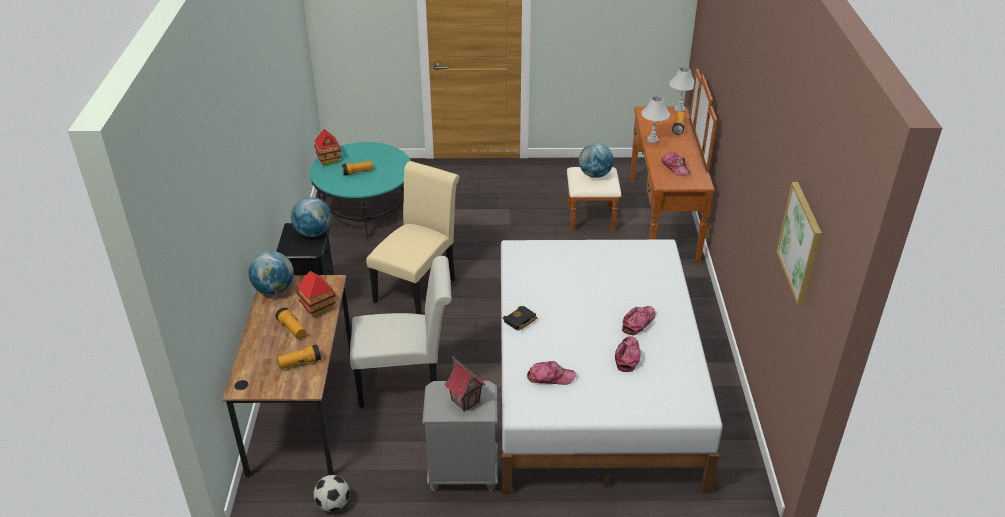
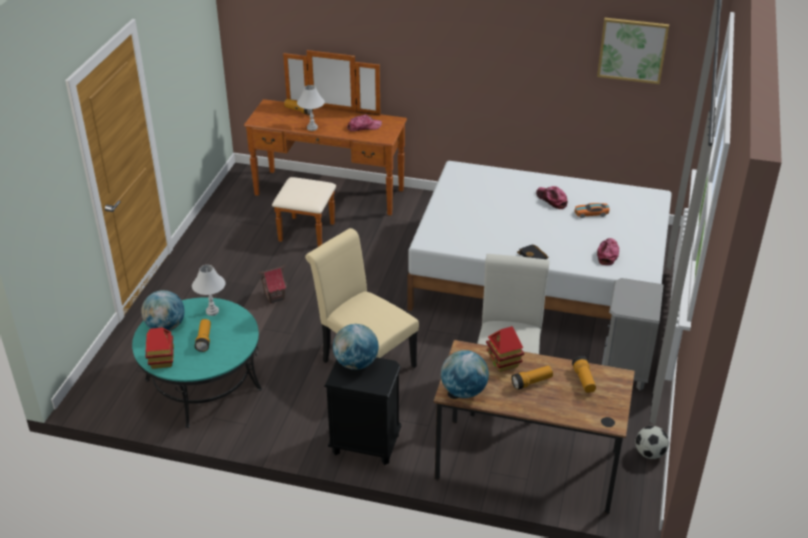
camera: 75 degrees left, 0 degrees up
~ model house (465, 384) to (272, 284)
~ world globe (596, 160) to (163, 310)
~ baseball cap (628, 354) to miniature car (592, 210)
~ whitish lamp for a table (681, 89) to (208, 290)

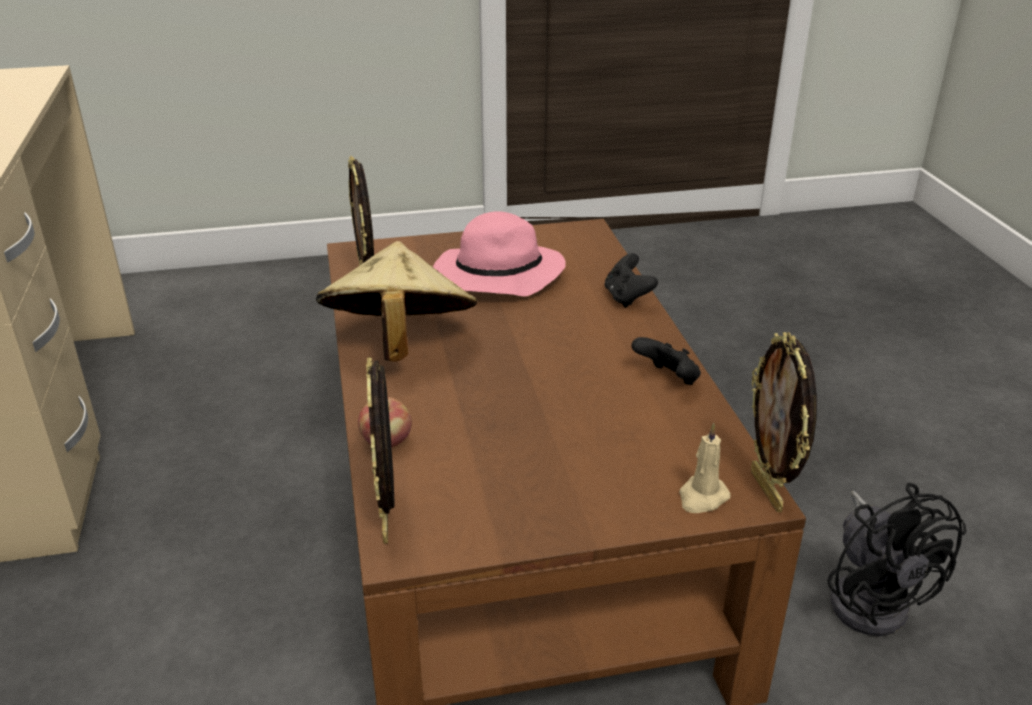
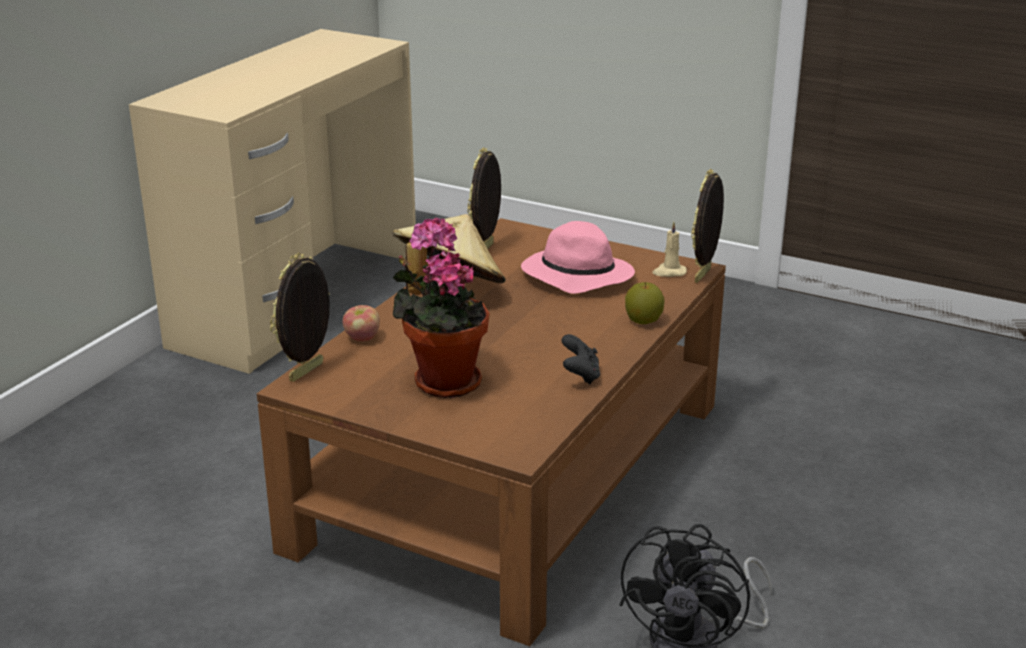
camera: 40 degrees right, 5 degrees down
~ blackish joypad (631, 280) to whole apple (645, 303)
~ beige-coloured candle (705, 468) to (669, 249)
~ standing frame (784, 422) to (707, 226)
+ houseplant (441, 308)

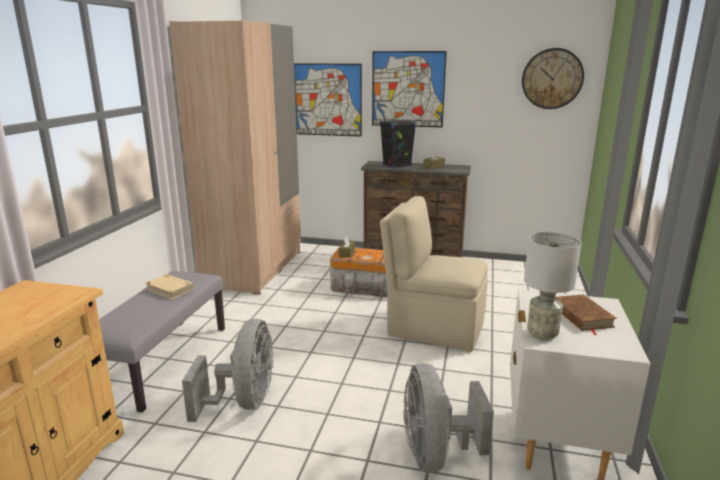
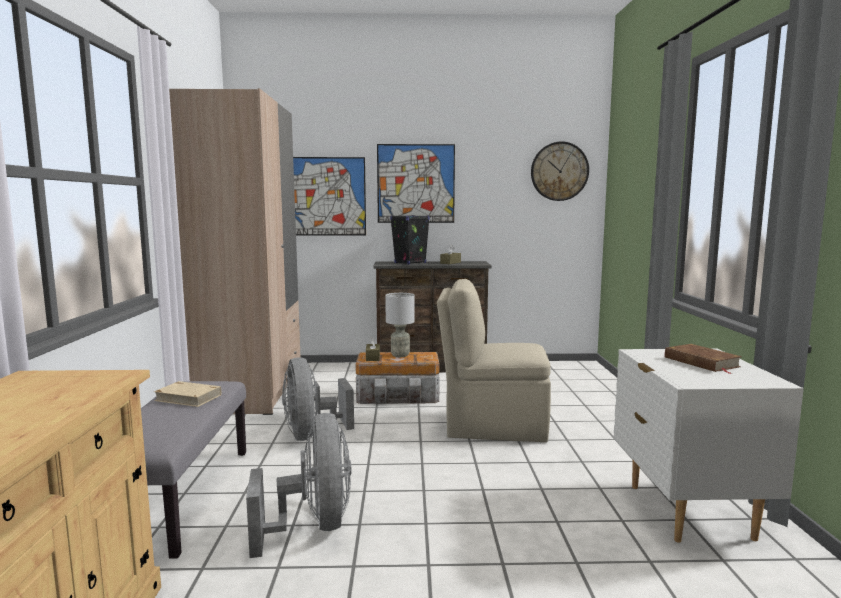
camera: 15 degrees left, 10 degrees down
~ grey electric fan (448, 418) to (318, 399)
~ grey lamp for a table (553, 286) to (400, 325)

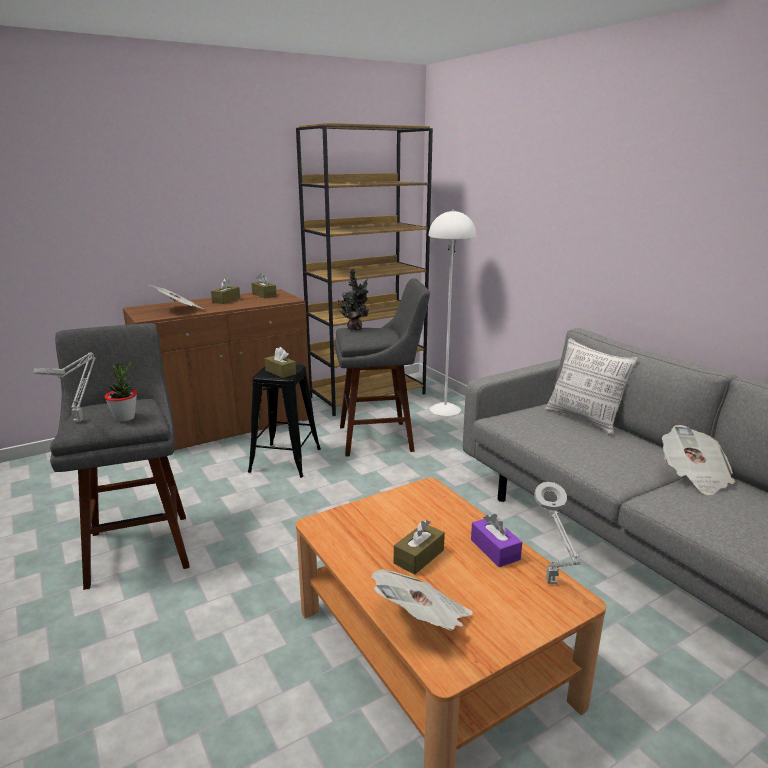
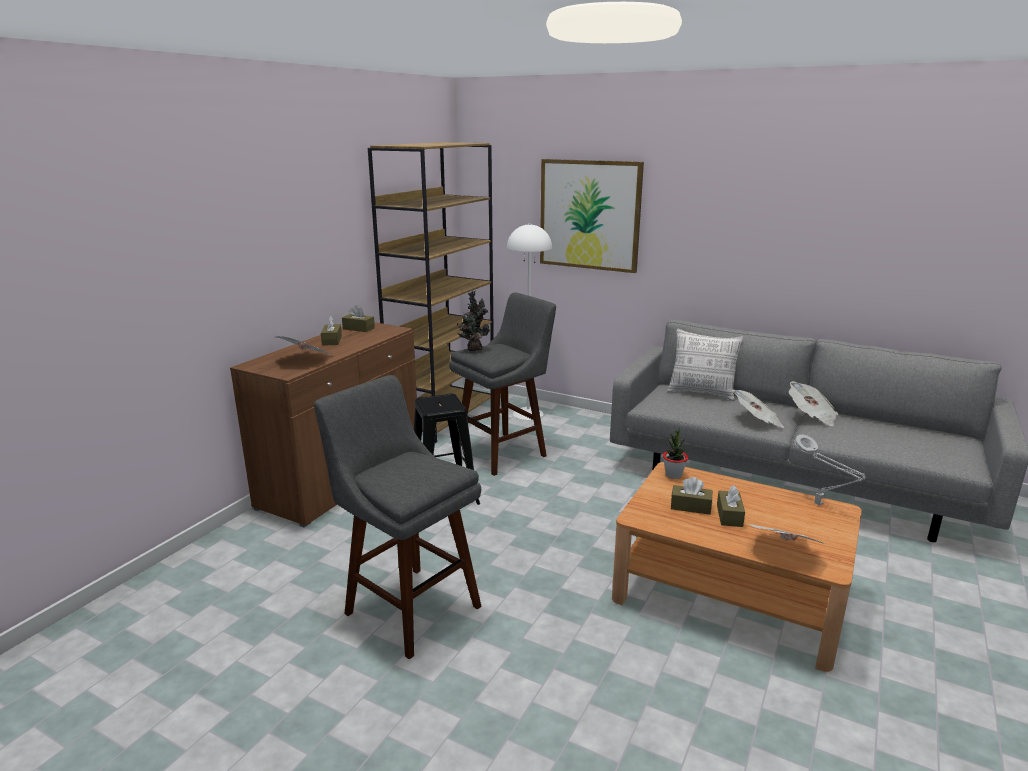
camera: 30 degrees left, 0 degrees up
- grey lamp for a table (65, 387)
~ houseplant (121, 391) to (675, 453)
~ brown-coloured box of tissues (280, 362) to (691, 496)
- purple-coloured box of tissues (496, 540)
+ wall art (592, 216)
+ printed paper (758, 408)

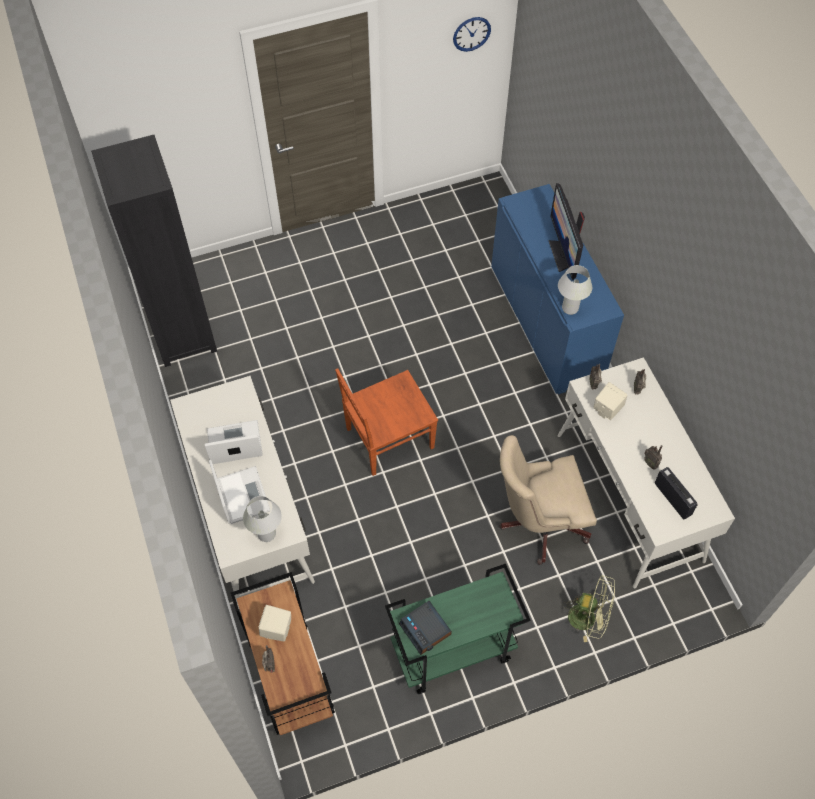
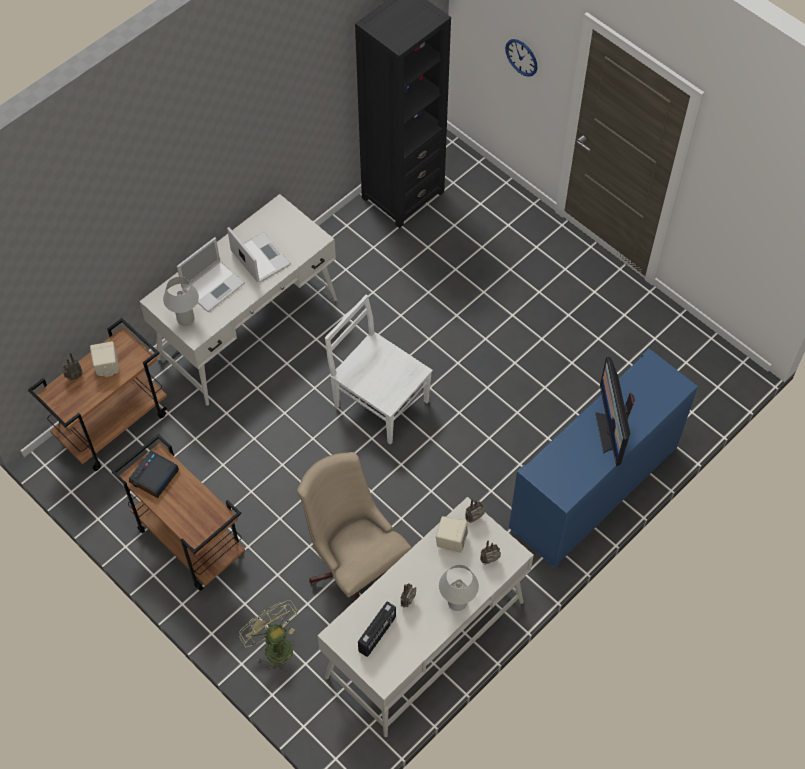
camera: 65 degrees right, 0 degrees up
~ brown-coloured plain chair (386, 422) to whitish plain chair (379, 370)
~ green cart (457, 629) to brown-coloured cart (178, 512)
~ hanging clock (472, 34) to (521, 58)
~ computer display (567, 231) = (615, 411) 60 degrees counterclockwise
~ whitish lamp for a table (575, 290) to (459, 588)
~ green electric fan (588, 608) = (268, 636) 150 degrees clockwise

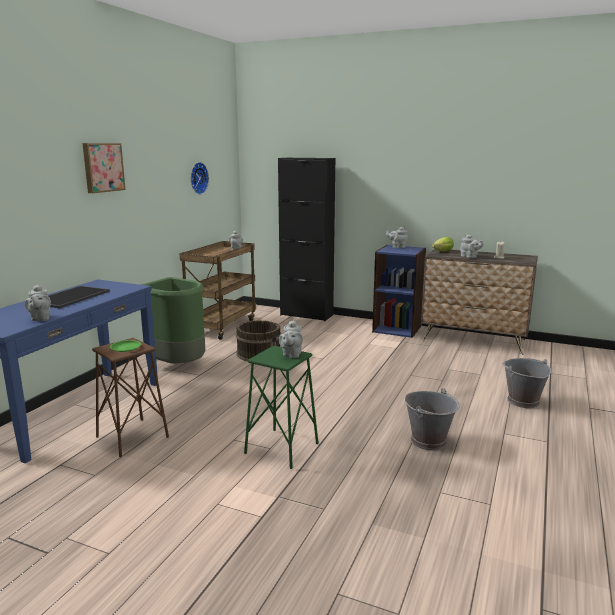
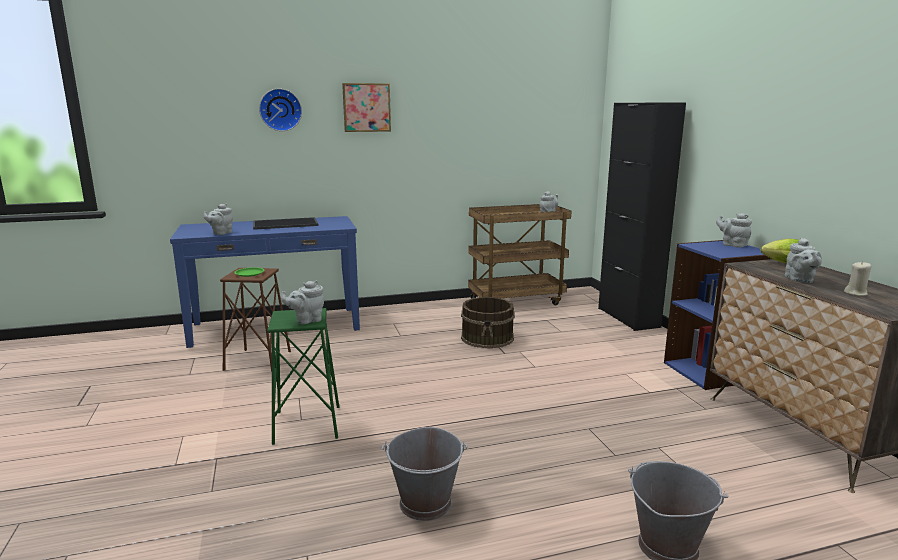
camera: 50 degrees right, 0 degrees up
- green waste bin (173, 320)
~ hanging clock (200, 178) to (280, 109)

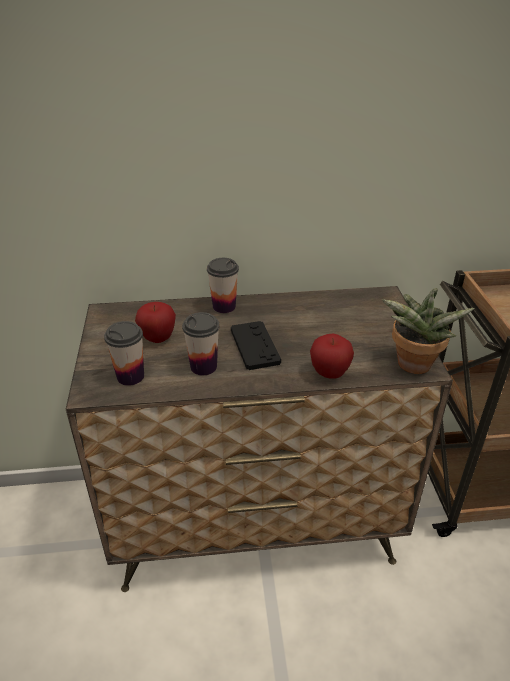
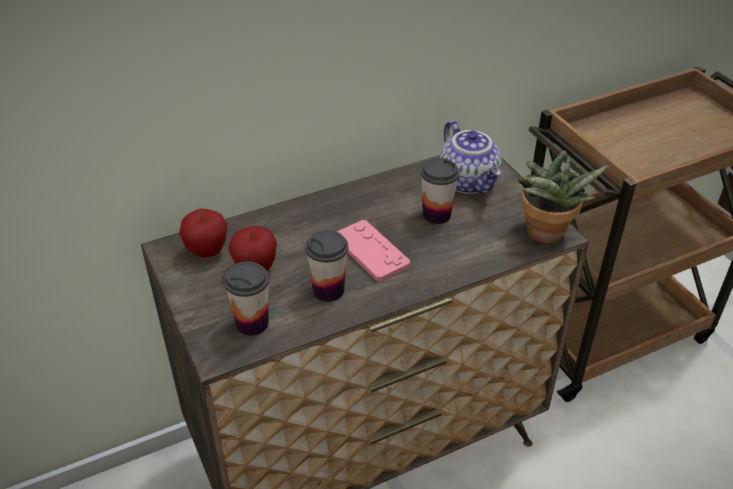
camera: 20 degrees left, 5 degrees up
~ cup (223, 285) to (439, 191)
~ blackish joypad (256, 345) to pink joypad (374, 251)
~ whole apple (332, 356) to (203, 233)
+ teapot (470, 157)

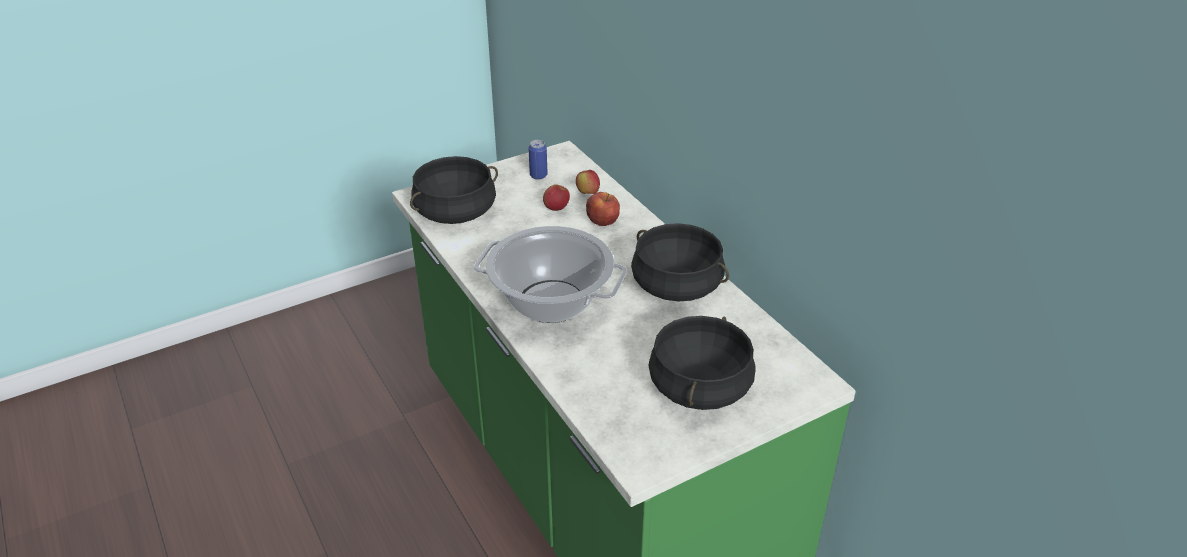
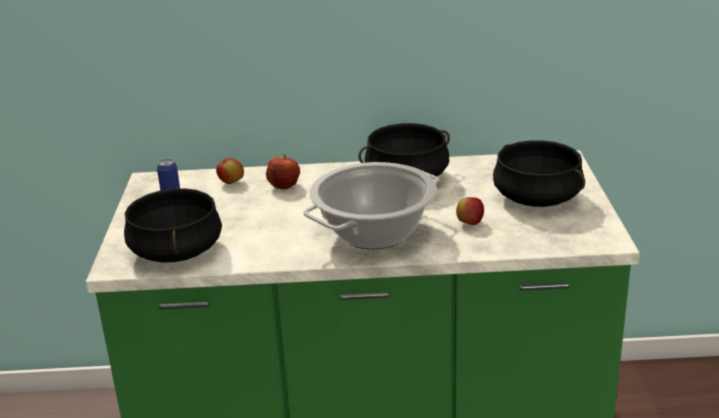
camera: 60 degrees left, 10 degrees down
~ whole apple (556, 197) to (470, 211)

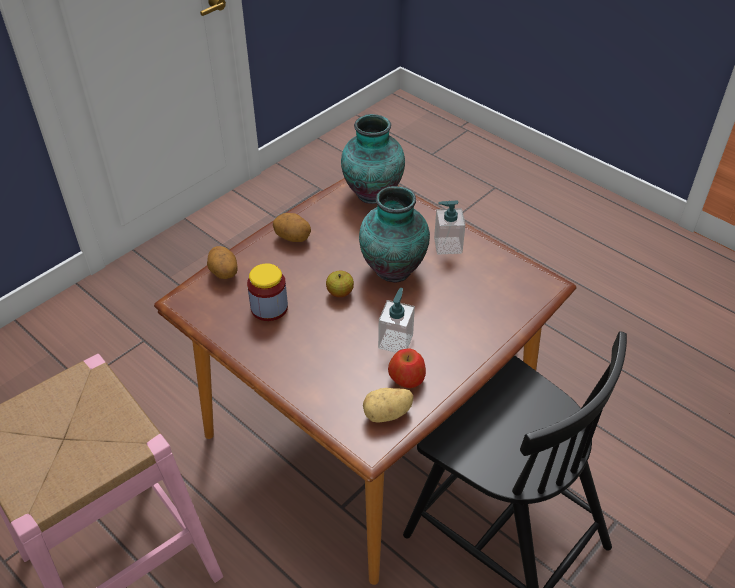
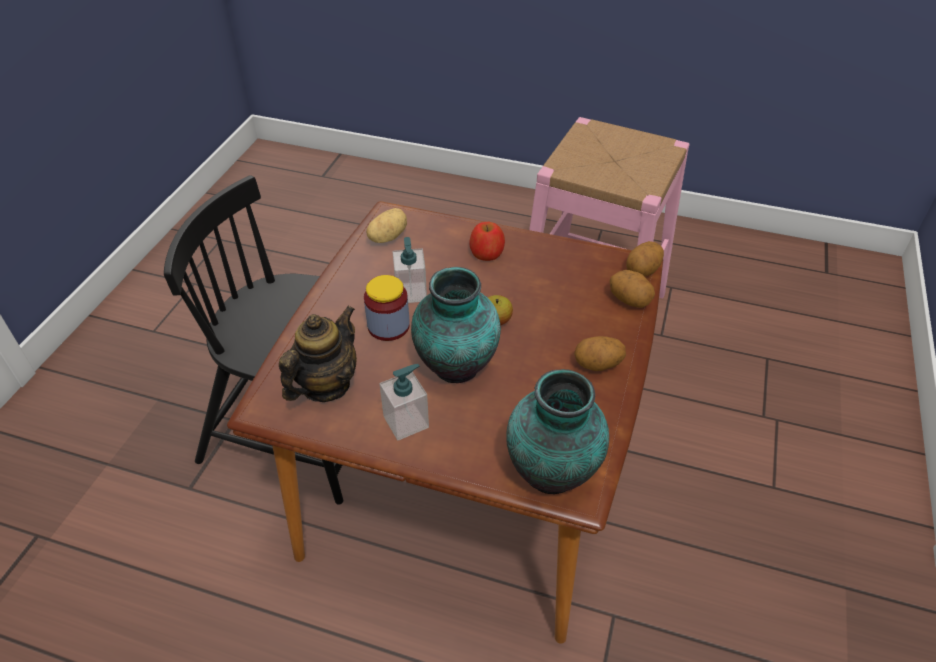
camera: 155 degrees right, 0 degrees up
~ storage jar (267, 292) to (387, 308)
~ whole apple (407, 368) to (487, 241)
+ teapot (318, 354)
+ potato (645, 259)

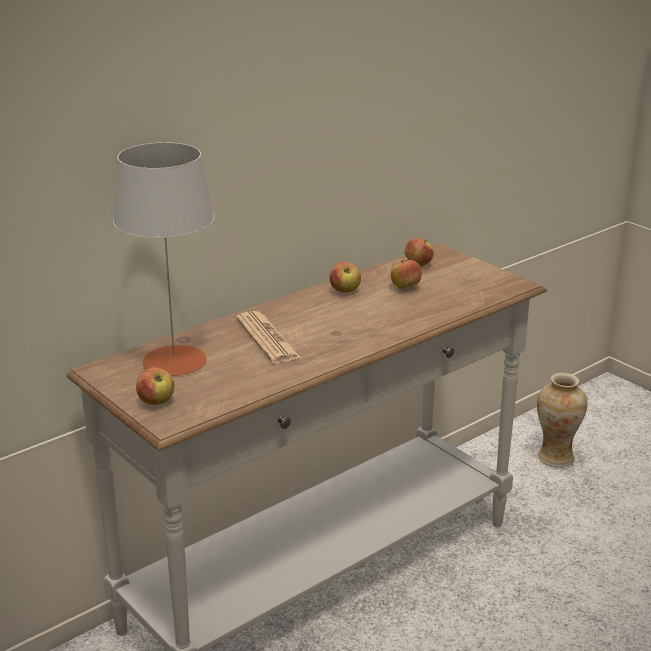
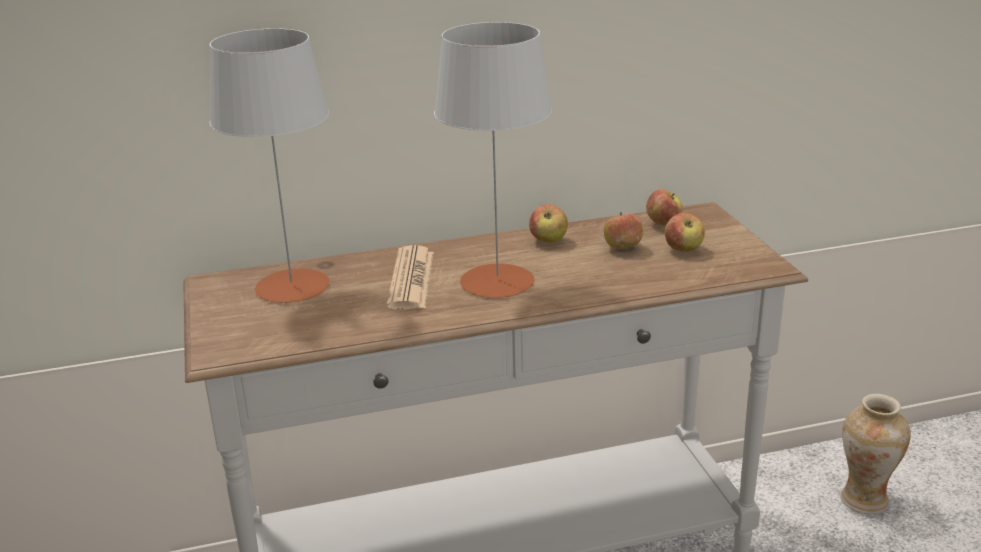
camera: 25 degrees right, 0 degrees up
~ whole apple (155, 386) to (685, 232)
+ grey lamp for a table (493, 160)

